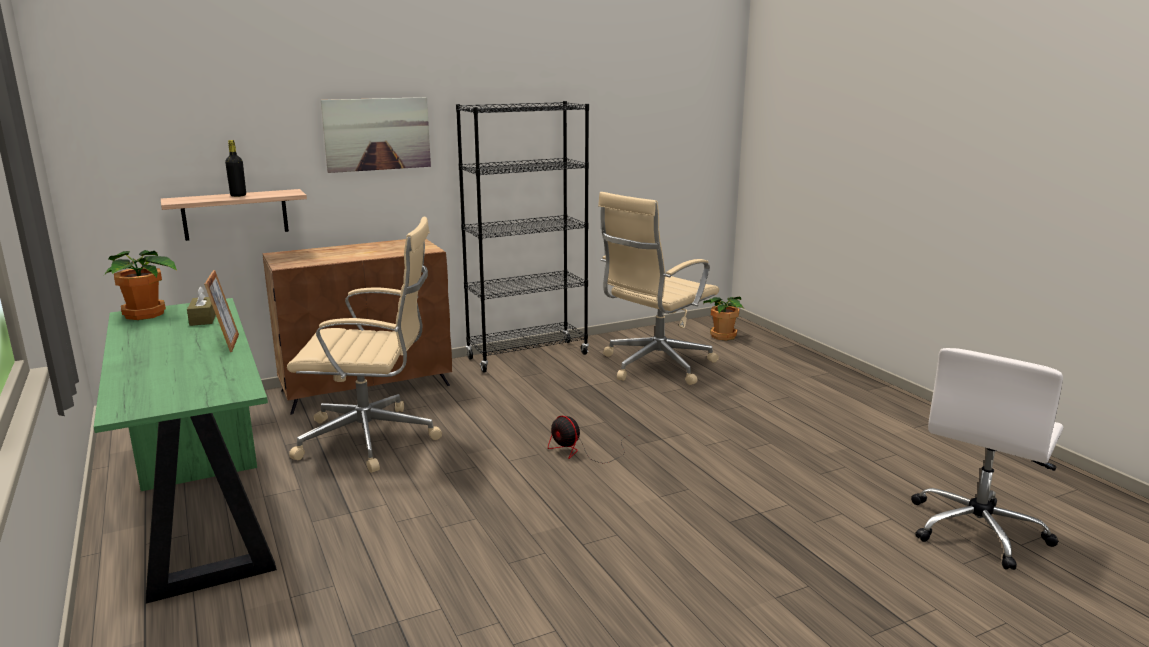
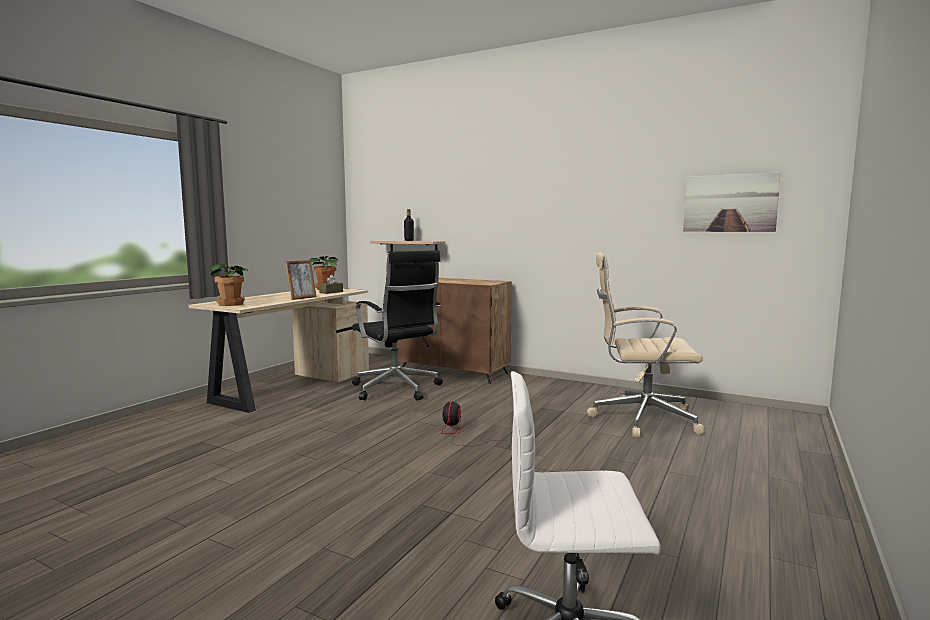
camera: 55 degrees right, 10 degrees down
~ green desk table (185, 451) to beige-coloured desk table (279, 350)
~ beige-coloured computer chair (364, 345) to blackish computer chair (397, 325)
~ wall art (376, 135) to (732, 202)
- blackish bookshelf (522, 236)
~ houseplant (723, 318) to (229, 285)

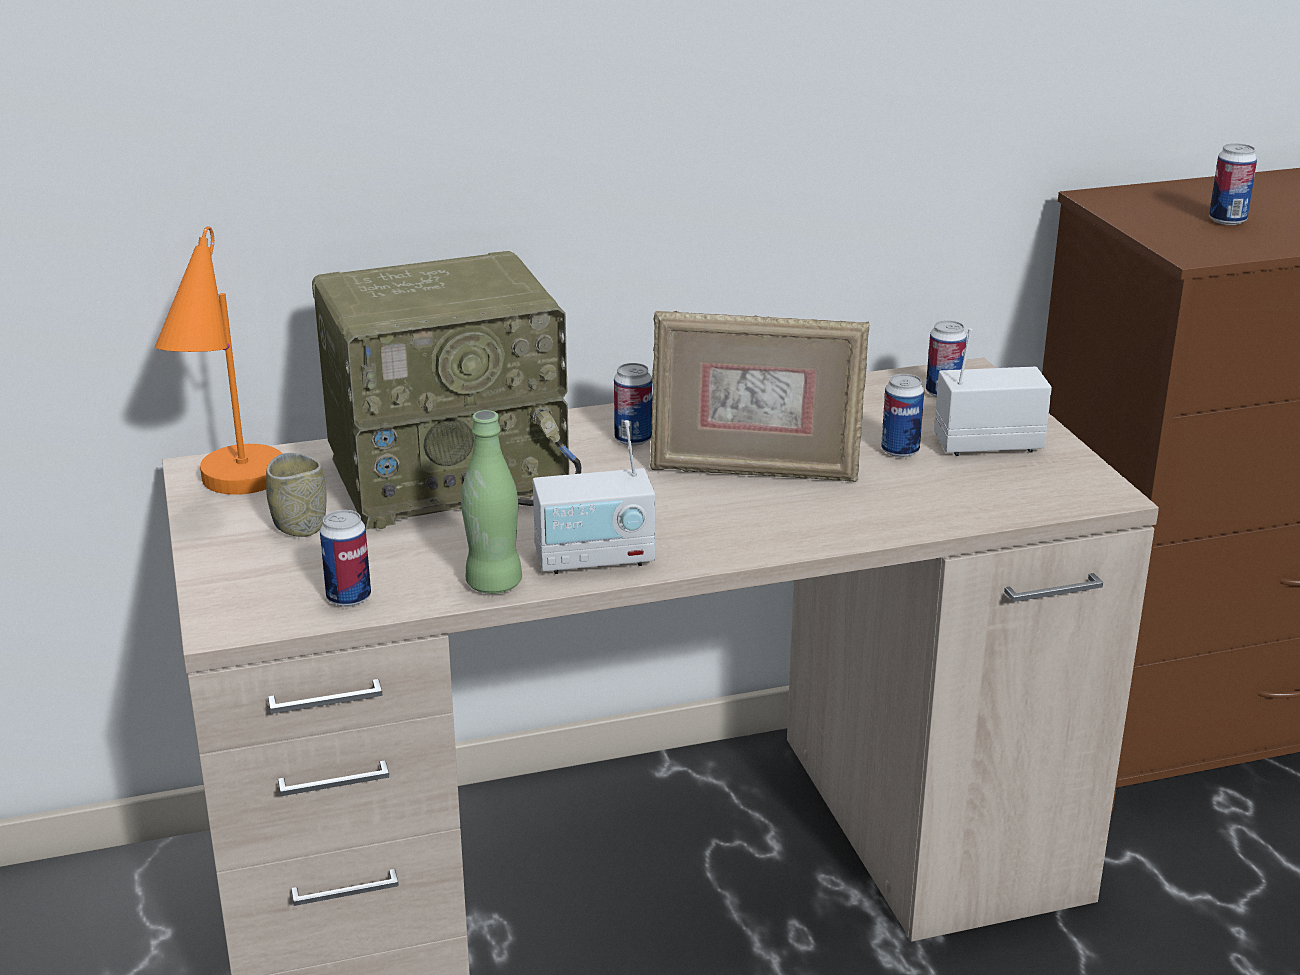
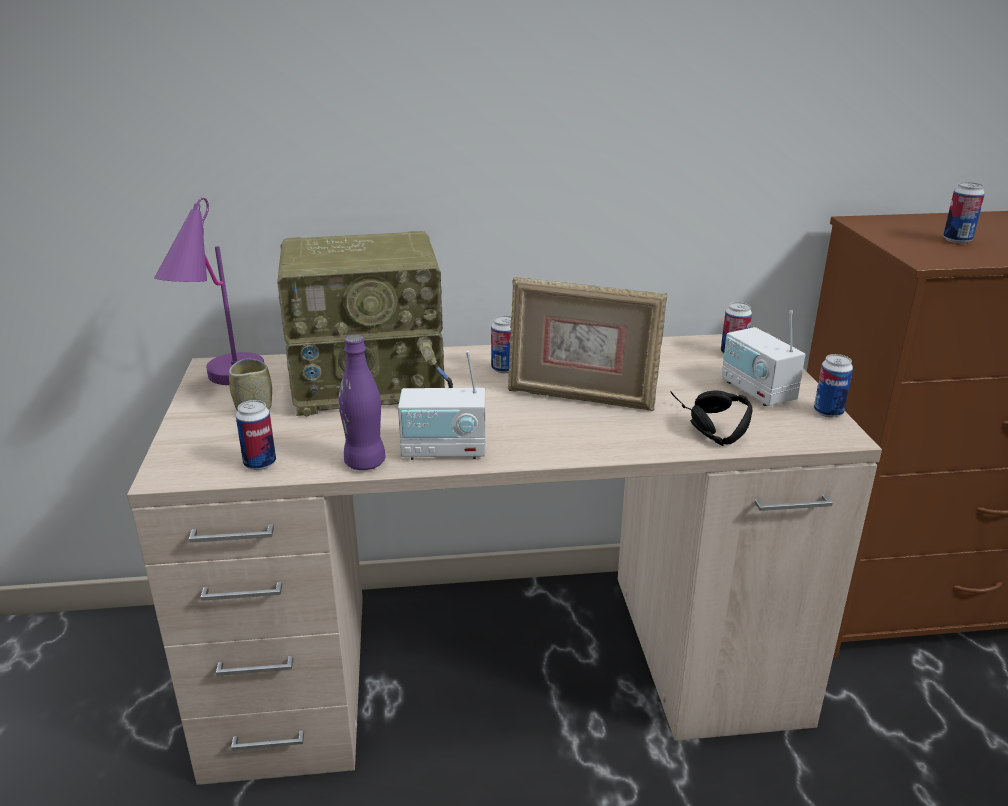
camera: 10 degrees right, 0 degrees up
~ orangey lamp for a table (218, 360) to purple-coloured lamp for a table (209, 291)
~ green drink bottle (491, 502) to purple-coloured drink bottle (361, 402)
~ sealed can (902, 415) to (833, 386)
~ radio (993, 392) = (763, 358) 120 degrees counterclockwise
+ blackish headphones (711, 418)

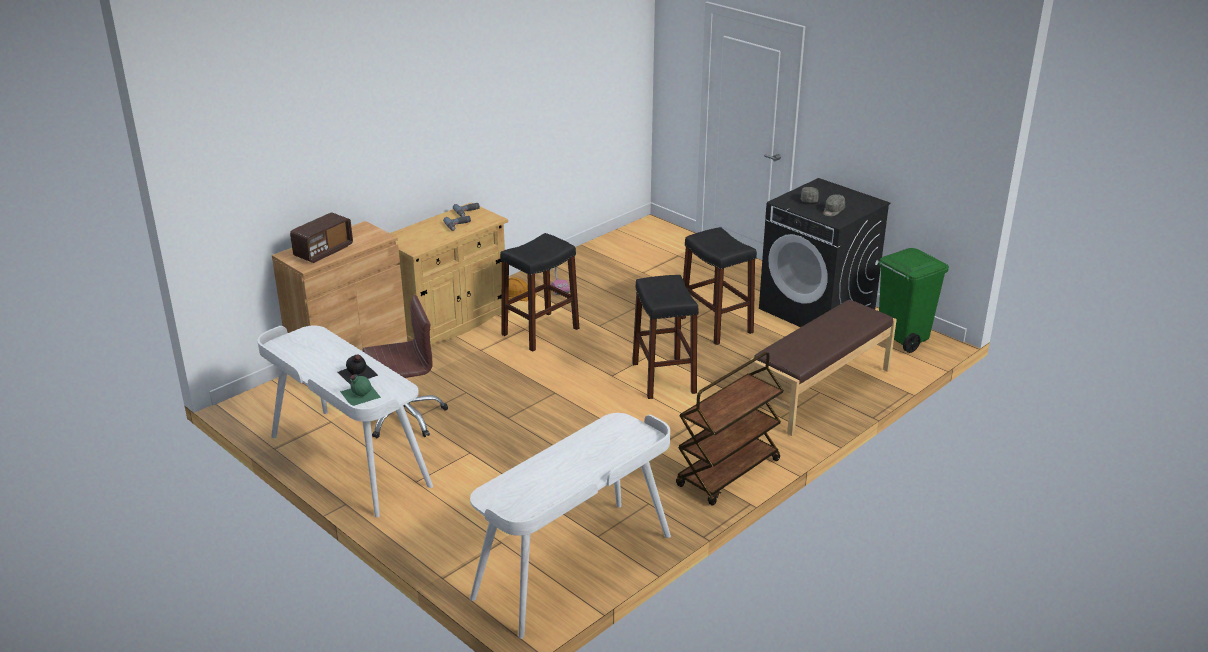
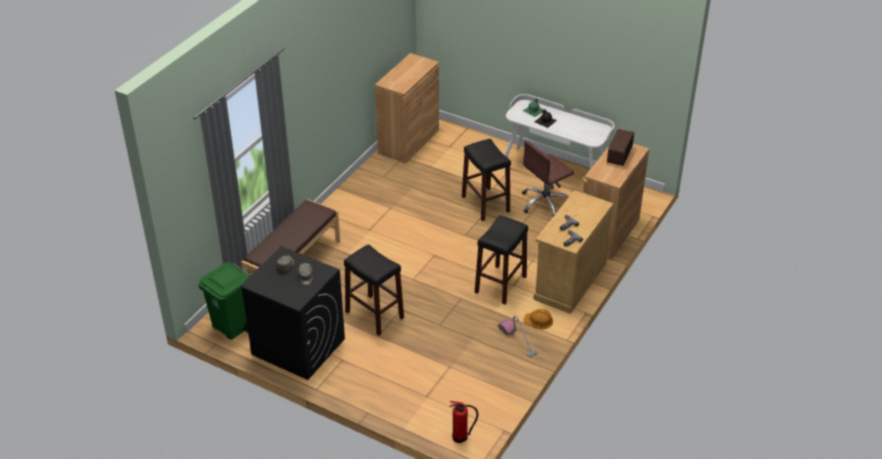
camera: 165 degrees right, 10 degrees up
~ whitish desk table (570, 526) to brown-coloured storage cabinet (407, 108)
~ blackish stool seat (665, 337) to (486, 180)
- brown-coloured cart (730, 429)
+ fire-fighting cylinder (464, 422)

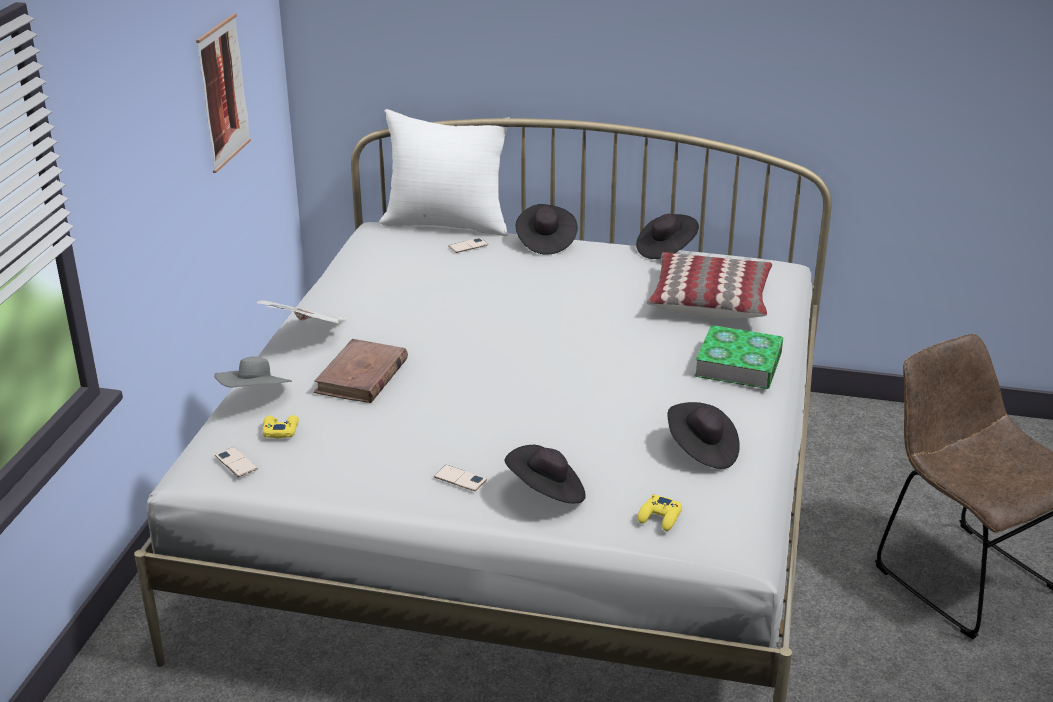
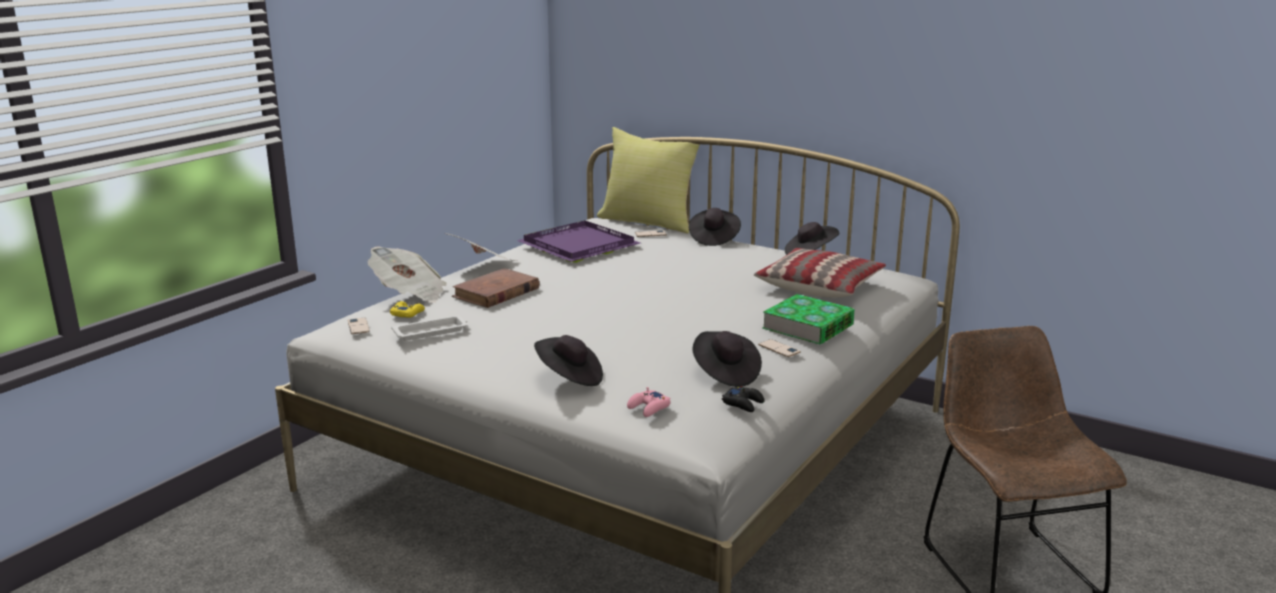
camera: 20 degrees right, 10 degrees down
- wall art (223, 93)
~ grey wearable hat (253, 371) to printed paper (407, 274)
~ whitish pillow (444, 172) to yellow-coloured pillow (648, 180)
~ telephone (460, 478) to (779, 348)
~ yellow-coloured joypad (660, 512) to pink joypad (649, 402)
+ whitish carrying tray (429, 328)
+ purple-coloured carrying tray (578, 241)
+ blackish joypad (743, 399)

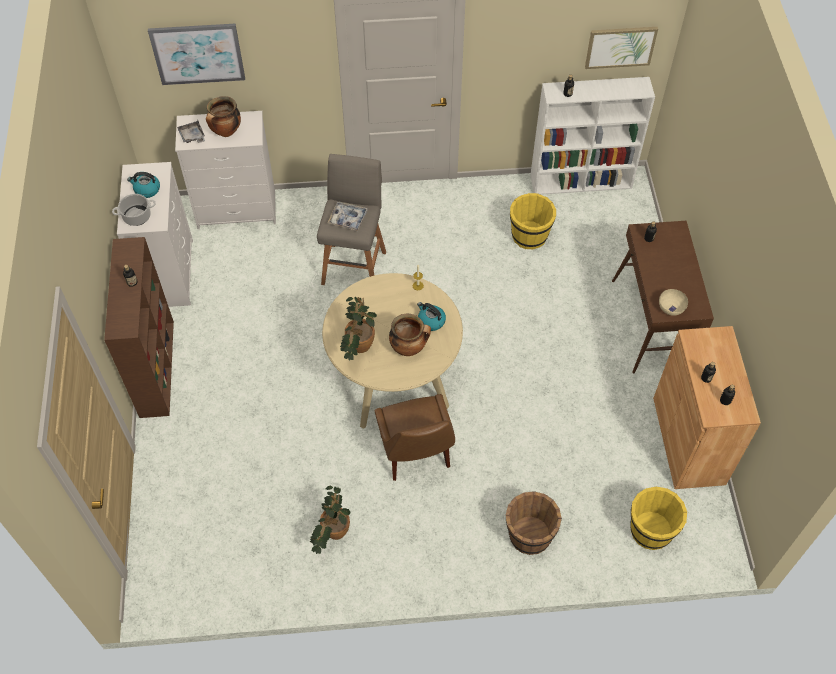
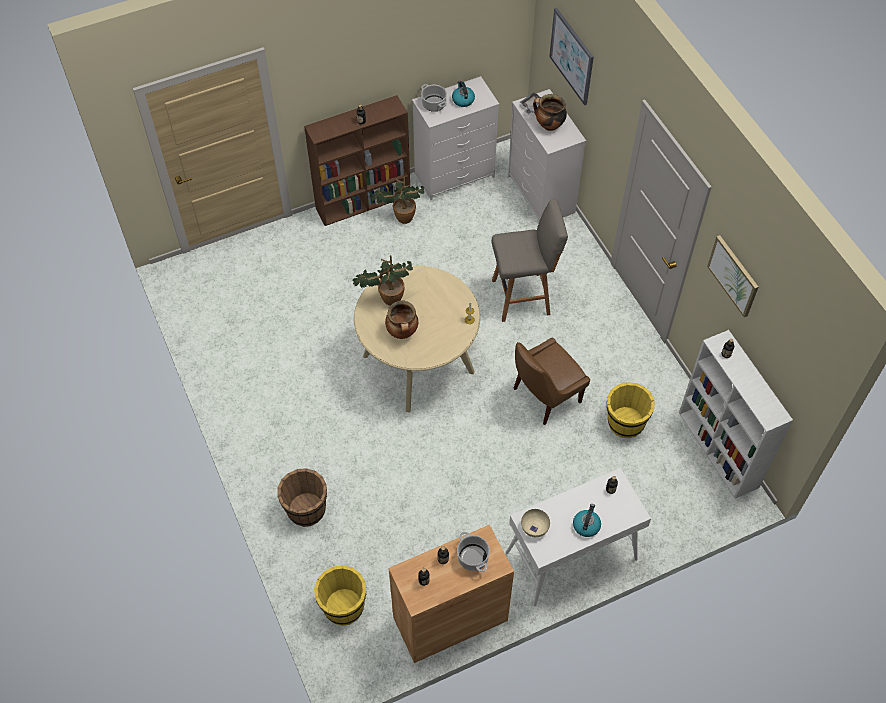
camera: 70 degrees right, 0 degrees up
~ houseplant (330, 520) to (397, 200)
- carrying tray (347, 216)
~ brown-coloured plain chair (415, 437) to (552, 381)
~ tea kettle (431, 316) to (587, 520)
~ wall art (621, 48) to (732, 276)
~ brown-coloured hall table (663, 297) to whitish hall table (578, 537)
+ saucepot (473, 552)

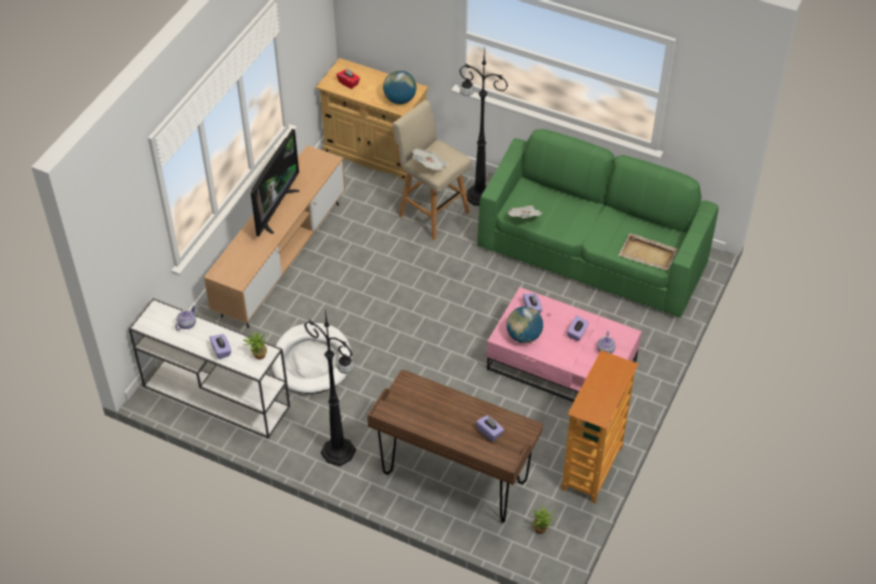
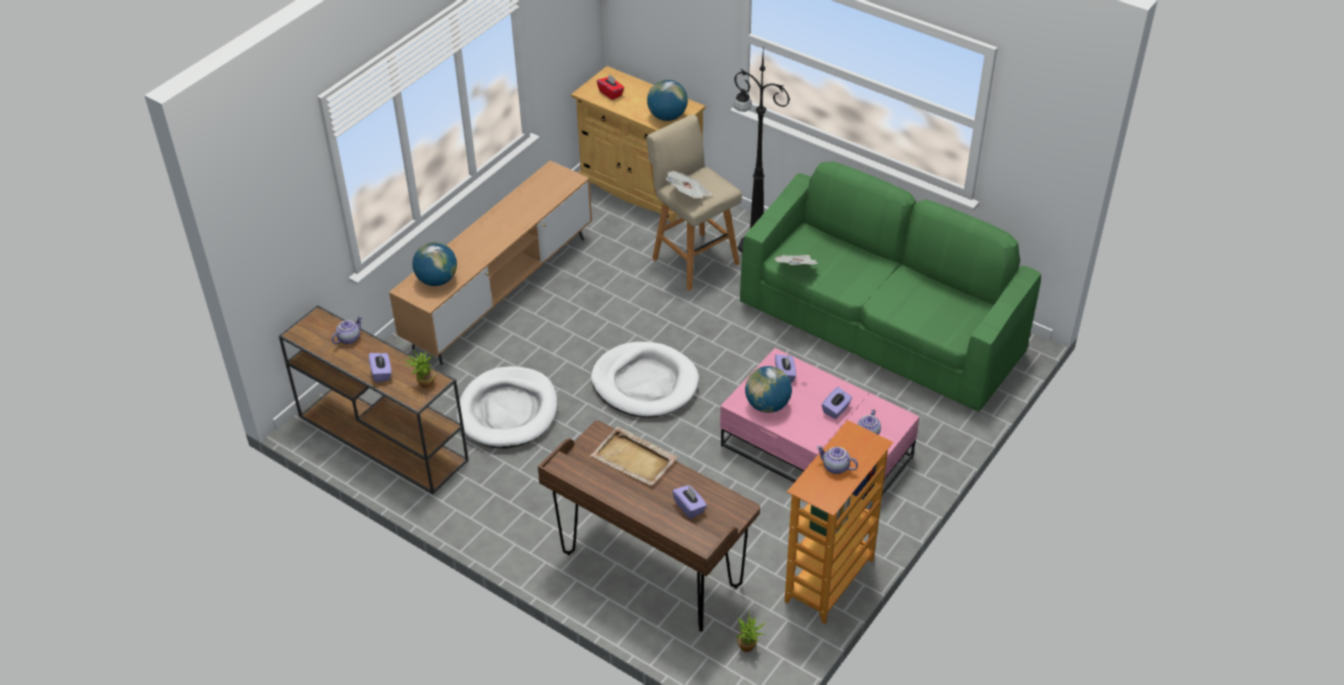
camera: 10 degrees right, 5 degrees down
~ whitish hall table (209, 368) to brown-coloured hall table (373, 399)
- TV set (275, 182)
- blackish standing lamp (330, 387)
~ beige-coloured carrying tray (648, 251) to (634, 456)
+ world globe (434, 264)
+ whitish dog cushion (645, 380)
+ teapot (837, 460)

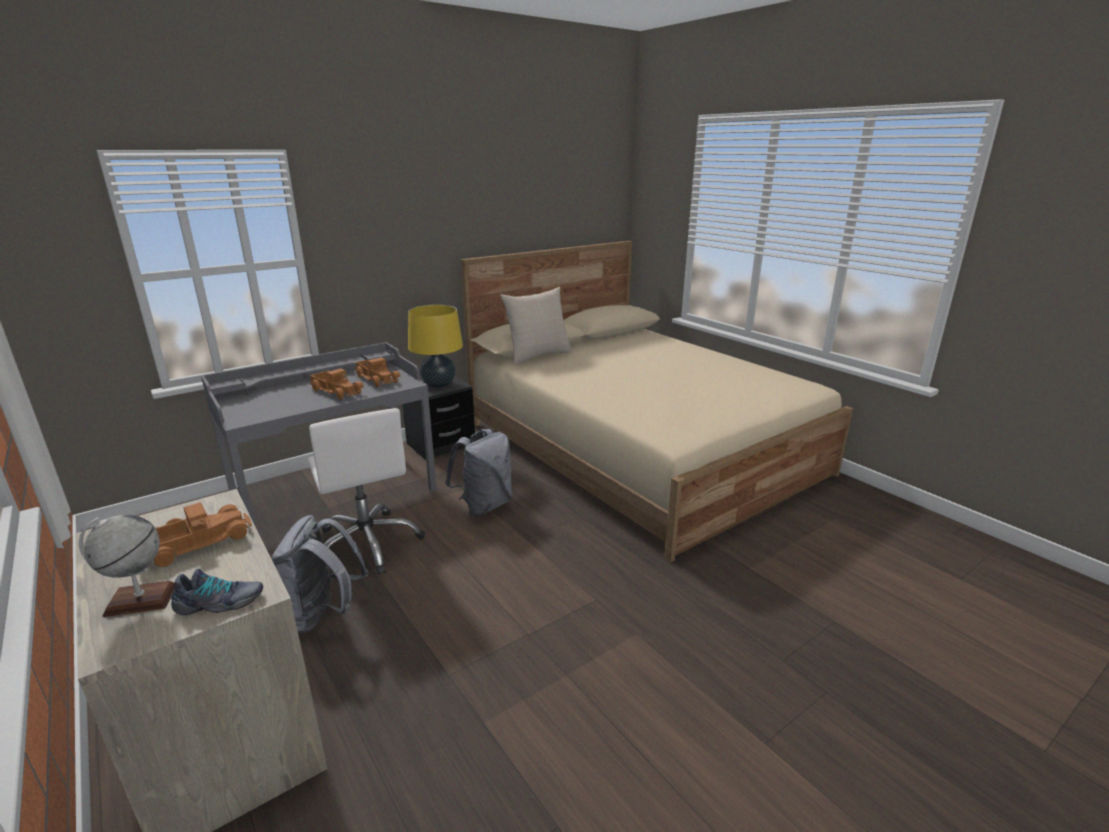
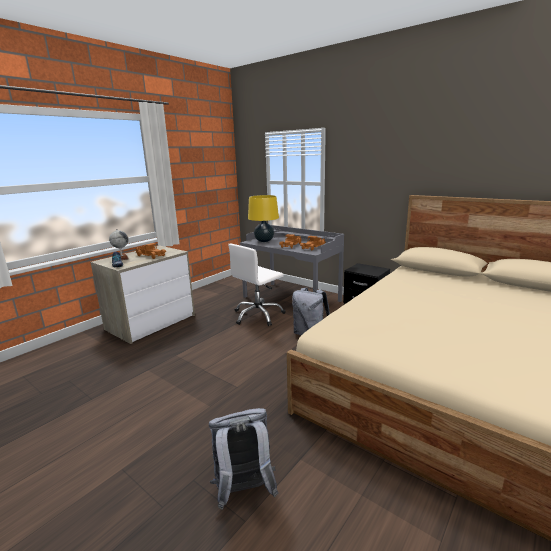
camera: 75 degrees right, 5 degrees down
~ grey rucksack (319, 574) to (243, 459)
~ yellow-coloured lamp for a table (435, 346) to (263, 218)
- beige-coloured pillow (536, 326)

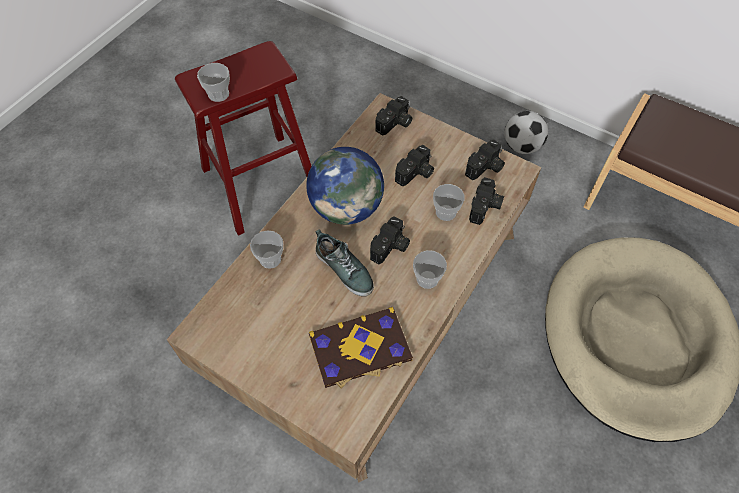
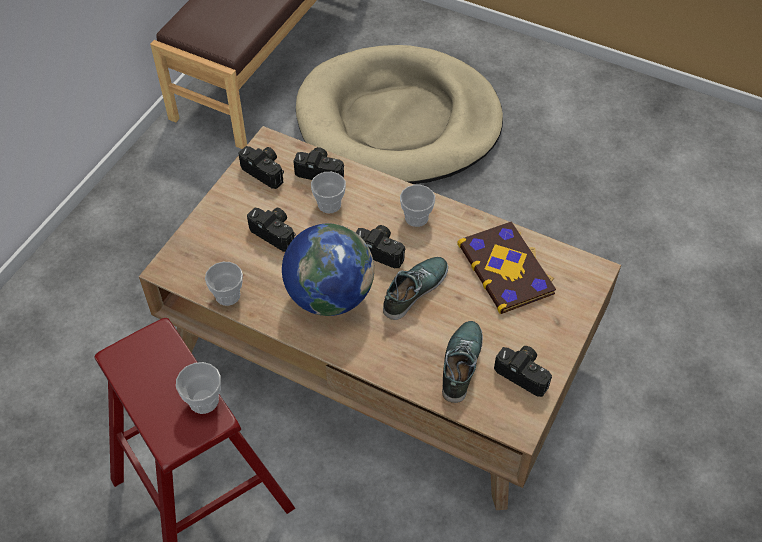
camera: 95 degrees left, 5 degrees down
~ cup (266, 249) to (224, 284)
~ photo camera (393, 116) to (523, 371)
- football (526, 132)
+ item of footwear (462, 362)

